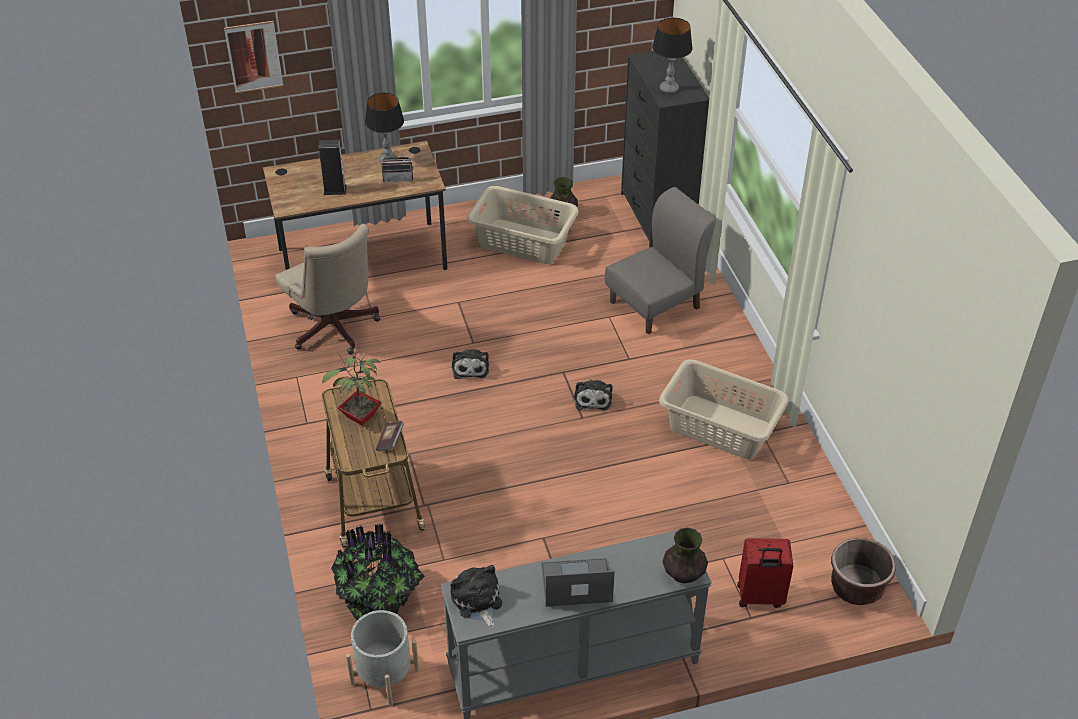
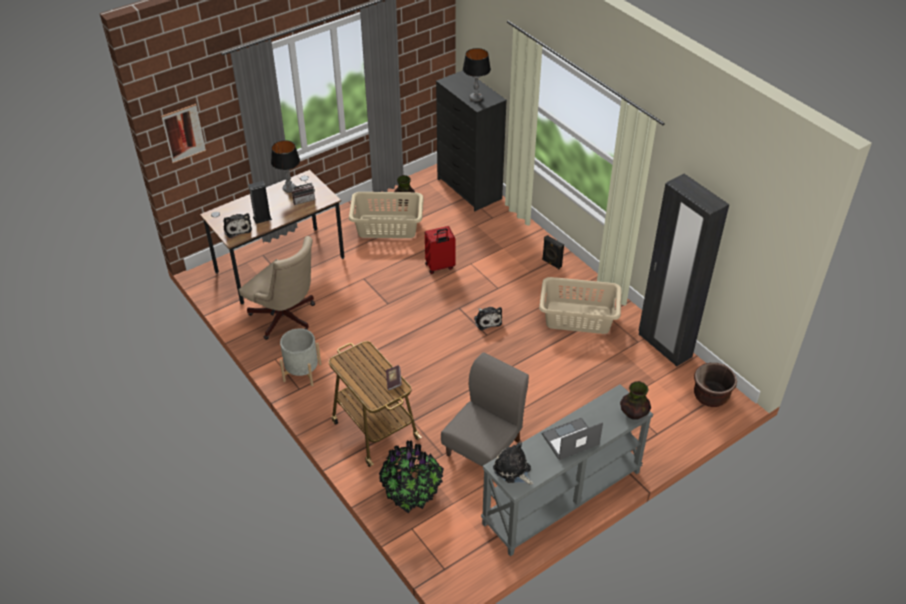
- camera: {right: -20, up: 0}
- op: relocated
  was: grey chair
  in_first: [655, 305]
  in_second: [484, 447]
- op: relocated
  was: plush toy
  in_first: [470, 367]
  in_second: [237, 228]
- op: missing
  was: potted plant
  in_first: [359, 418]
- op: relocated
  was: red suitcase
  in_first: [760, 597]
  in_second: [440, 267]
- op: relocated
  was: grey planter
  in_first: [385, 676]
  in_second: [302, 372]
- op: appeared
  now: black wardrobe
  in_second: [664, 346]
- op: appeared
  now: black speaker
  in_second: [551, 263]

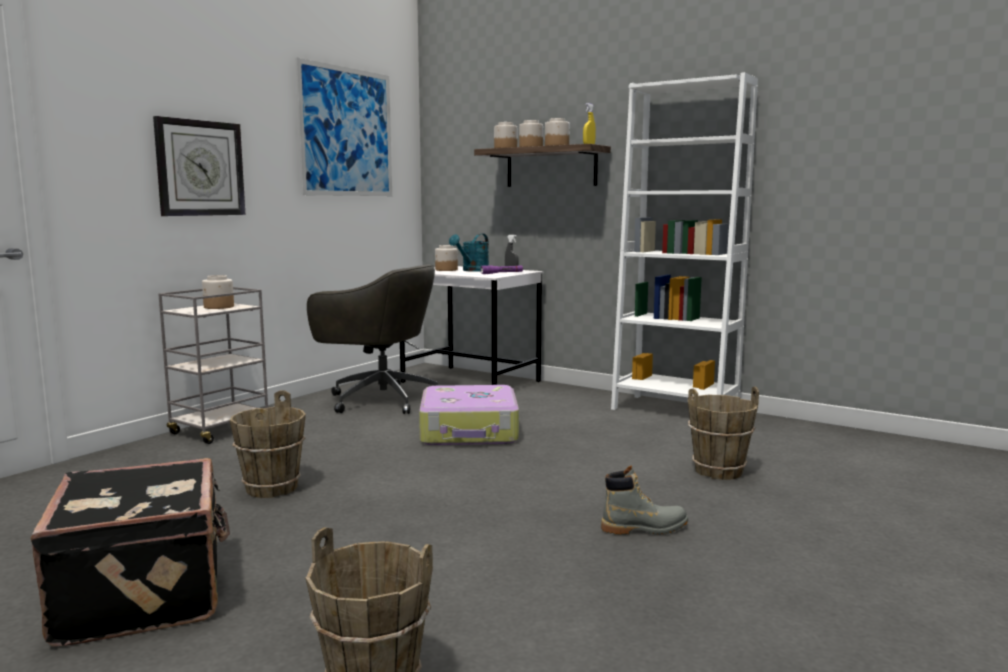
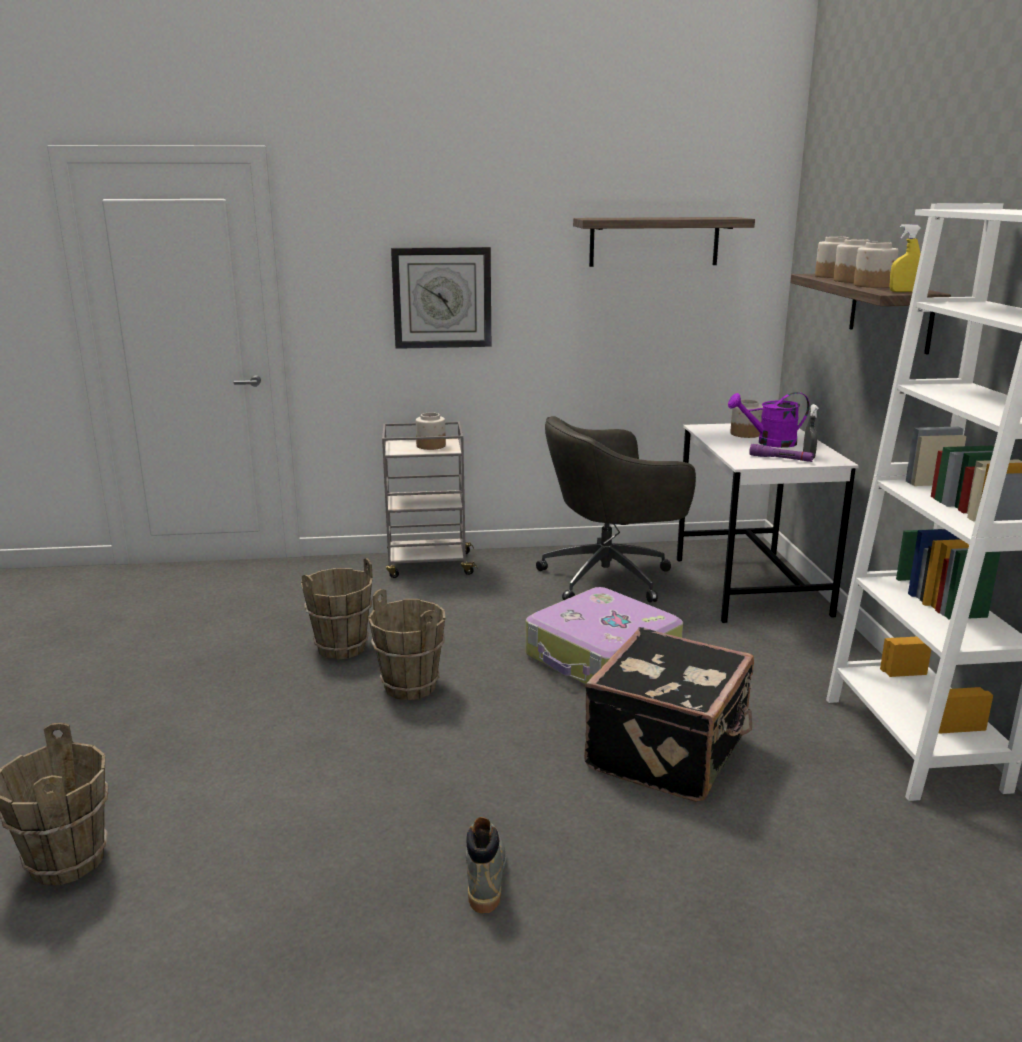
- camera: {right: 50, up: 10}
- op: exchanged
  was: picture
  now: shelf
  in_first: [346, 132]
  in_second: [654, 241]
- op: colour
  was: turquoise watering can
  now: purple watering can
  in_first: [472, 270]
  in_second: [769, 443]
- op: spun
  was: grey office chair
  in_first: [380, 400]
  in_second: [610, 578]
  clockwise: 90
- op: relocated
  was: brown bucket
  in_first: [718, 471]
  in_second: [410, 686]
- op: relocated
  was: black suitcase
  in_first: [146, 594]
  in_second: [670, 752]
- op: spun
  was: grey boot
  in_first: [644, 528]
  in_second: [485, 873]
  clockwise: -135

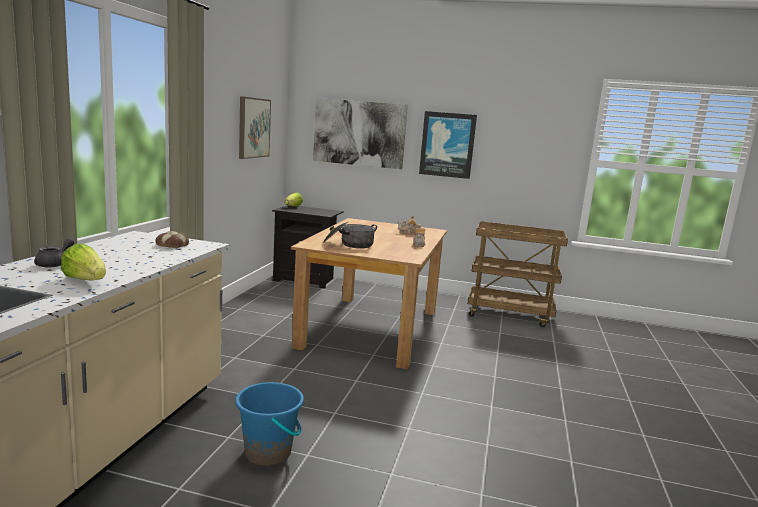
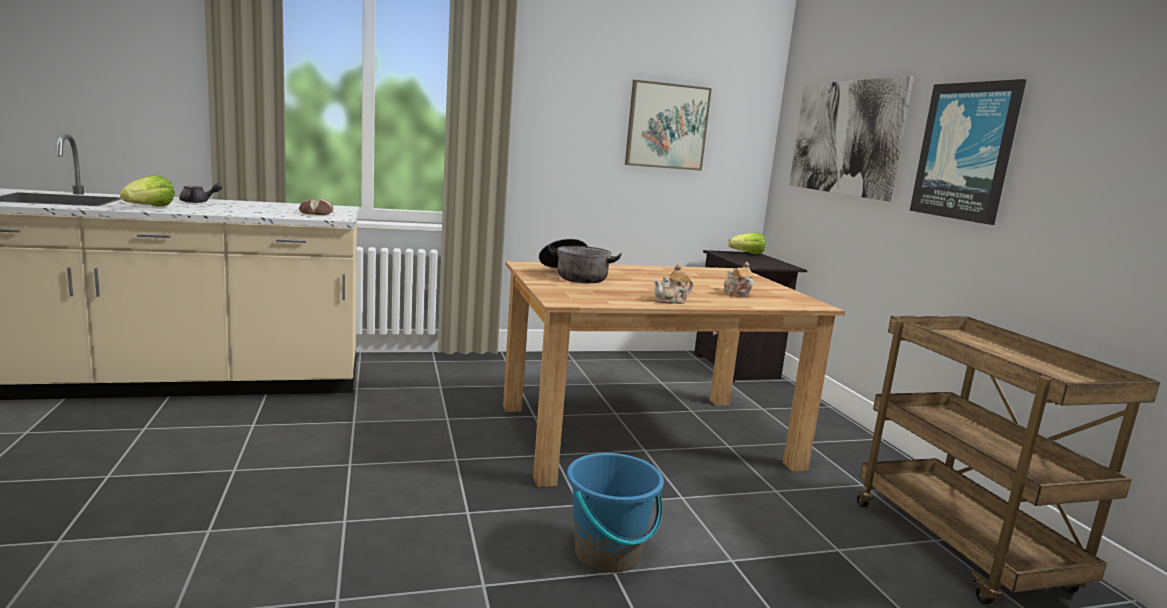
- camera: {right: 60, up: 0}
- op: relocated
  was: blue bucket
  in_first: [268, 452]
  in_second: [607, 554]

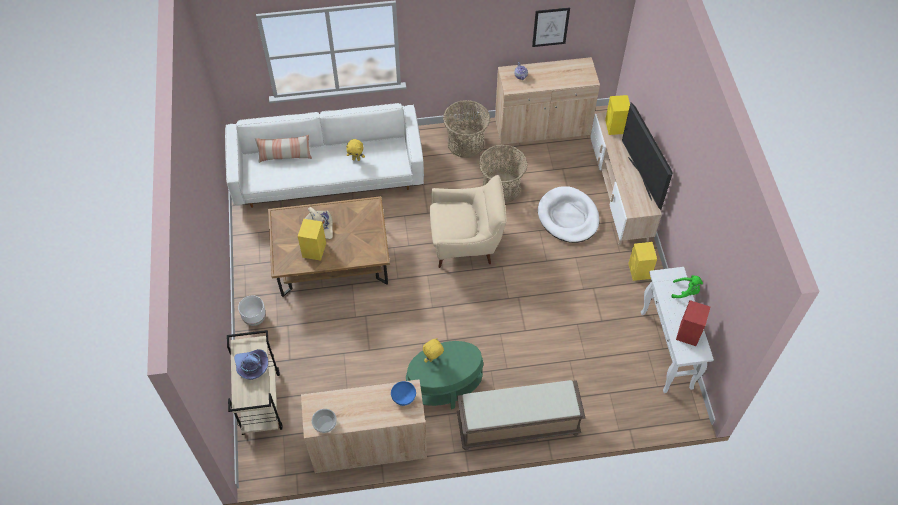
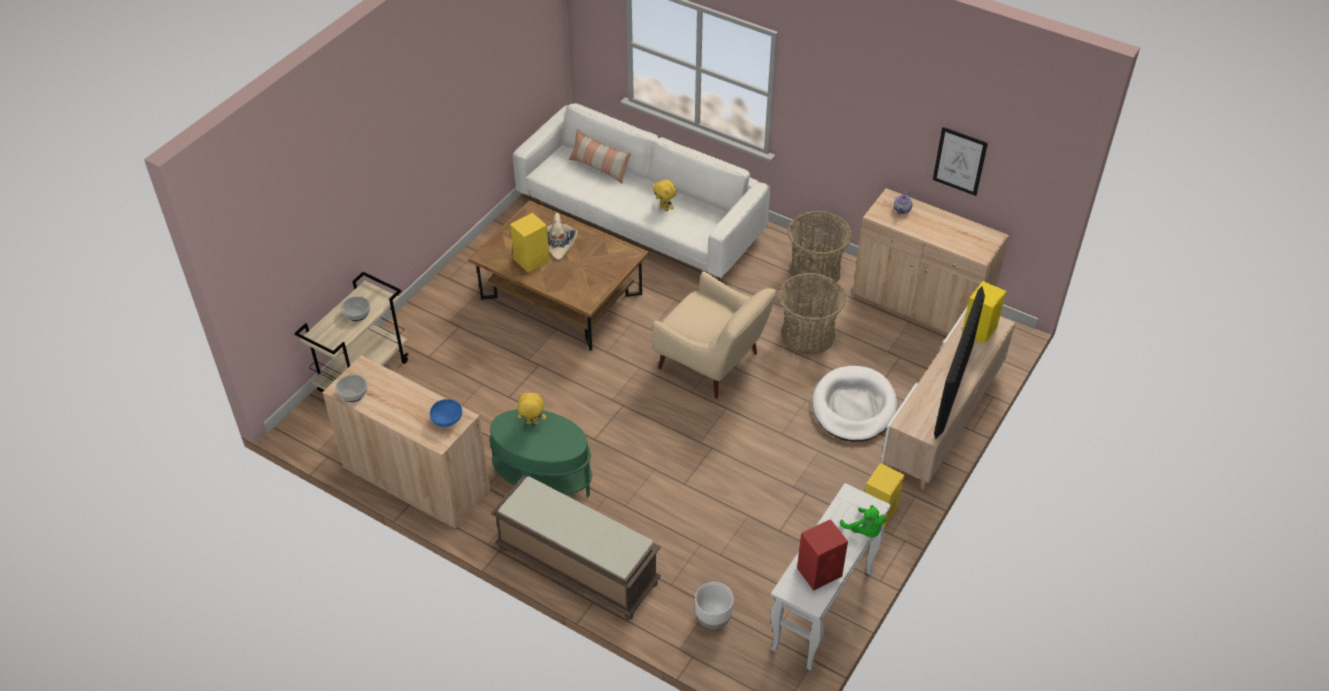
- camera: {right: 40, up: -10}
- op: relocated
  was: white planter
  in_first: [255, 318]
  in_second: [713, 619]
- op: exchanged
  was: purple hat
  now: bowl
  in_first: [251, 366]
  in_second: [357, 313]

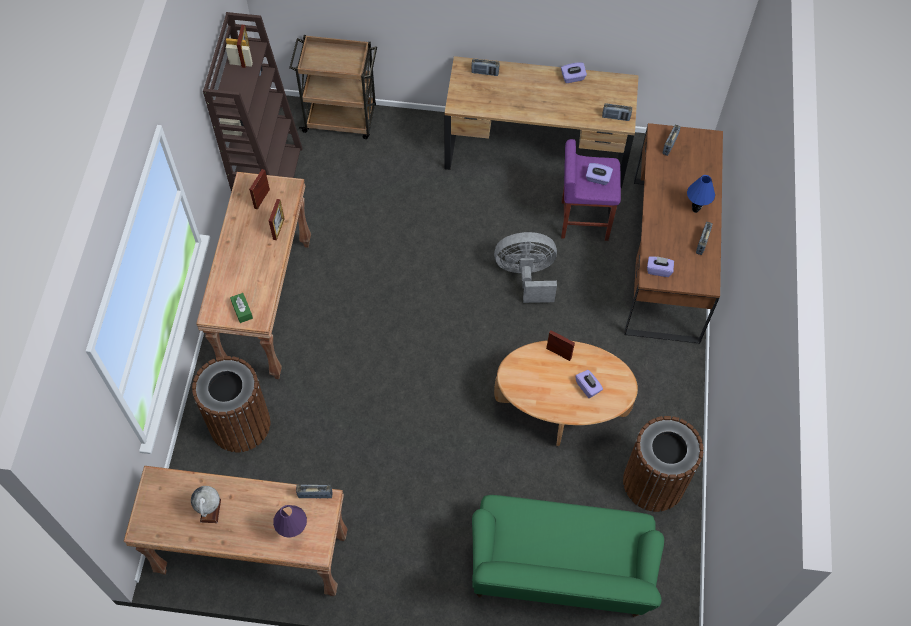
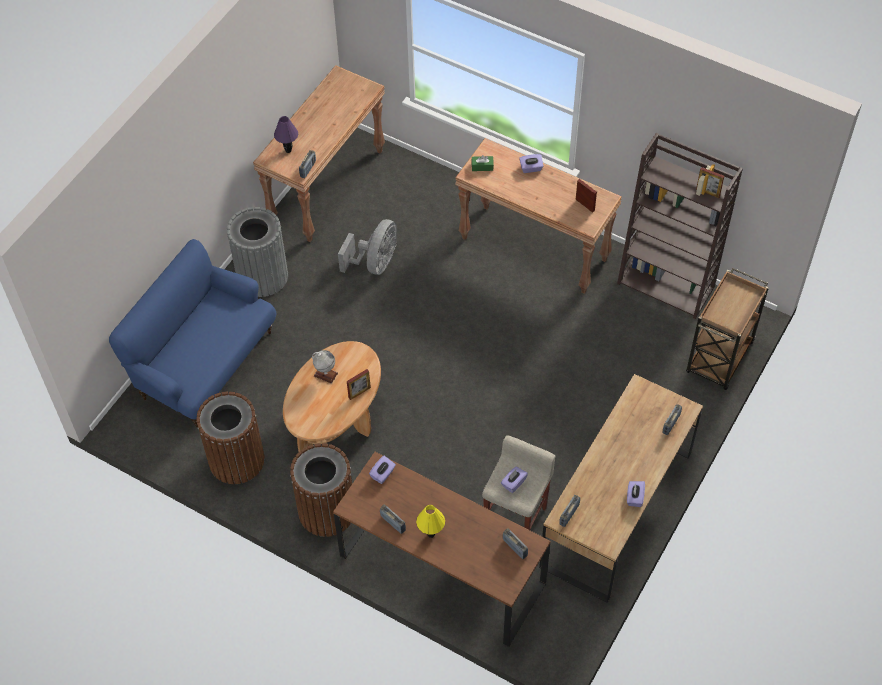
- camera: {right: 115, up: -5}
- op: colour
  was: purple stool
  now: beige stool
  in_first: [583, 220]
  in_second: [516, 517]
- op: colour
  was: blue table lamp
  now: yellow table lamp
  in_first: [695, 209]
  in_second: [431, 535]
- op: missing
  was: picture frame
  in_first: [278, 229]
- op: relocated
  was: grey fan
  in_first: [526, 276]
  in_second: [375, 263]
- op: relocated
  was: brown trash can
  in_first: [240, 424]
  in_second: [327, 511]
- op: relocated
  was: purple tissue box
  in_first: [588, 387]
  in_second: [531, 168]
- op: relocated
  was: globe
  in_first: [210, 510]
  in_second: [325, 374]
- op: colour
  was: green sofa
  now: blue sofa
  in_first: [559, 572]
  in_second: [205, 364]
- op: appeared
  now: grey trash can
  in_second: [262, 276]

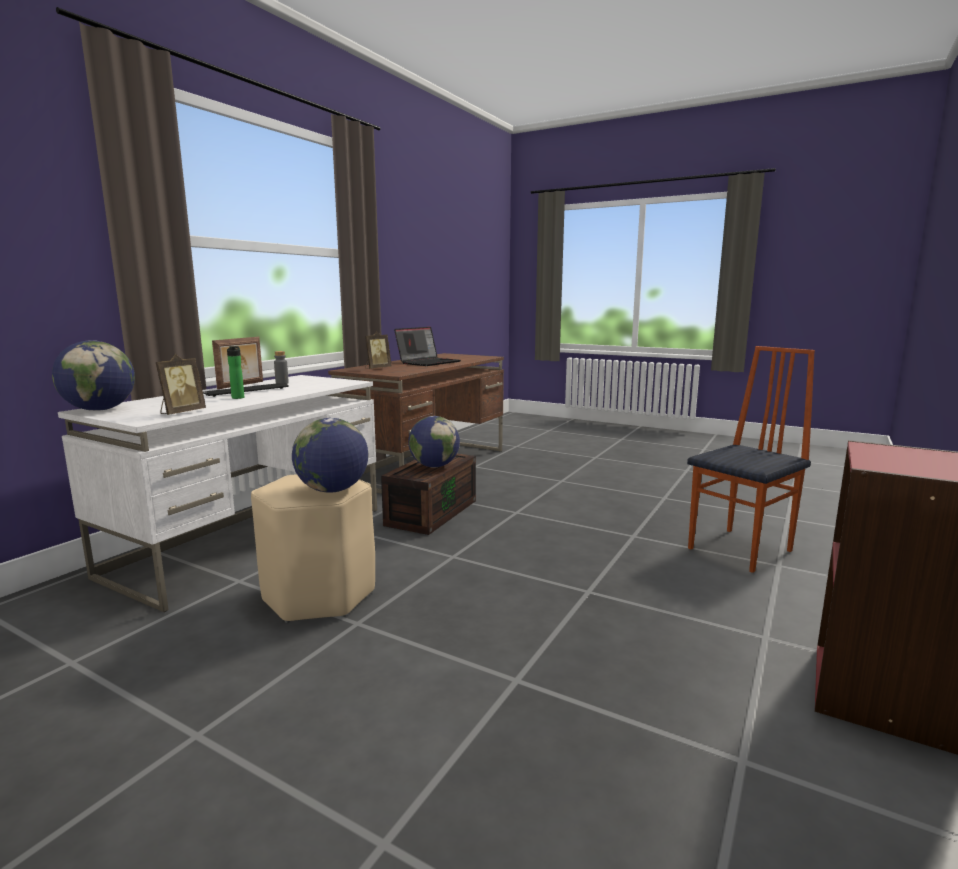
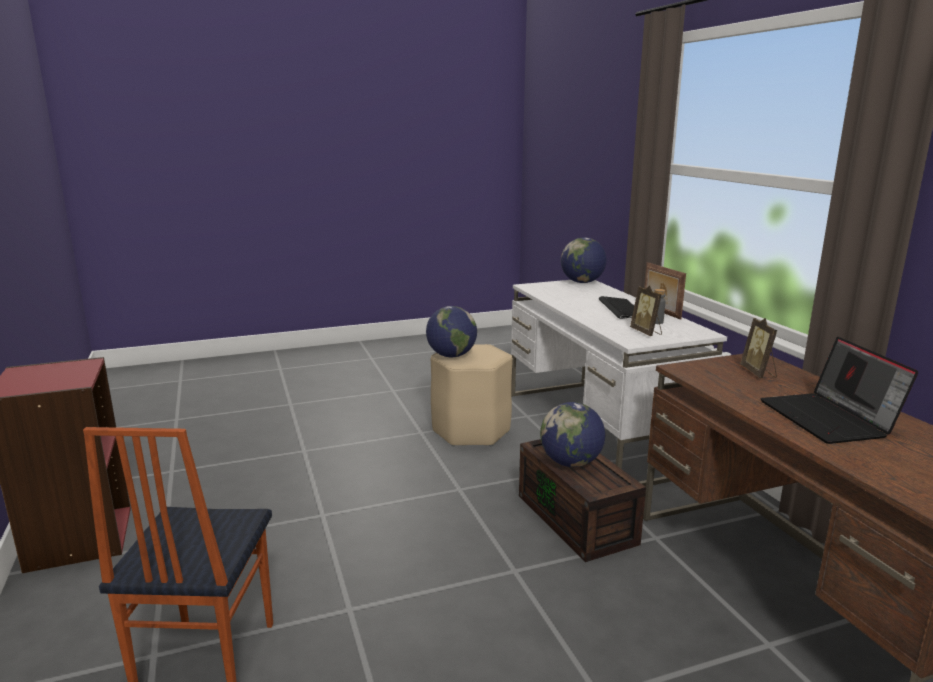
- camera: {right: 130, up: 5}
- op: missing
  was: bottle
  in_first: [238, 397]
- op: relocated
  was: picture frame
  in_first: [181, 412]
  in_second: [646, 332]

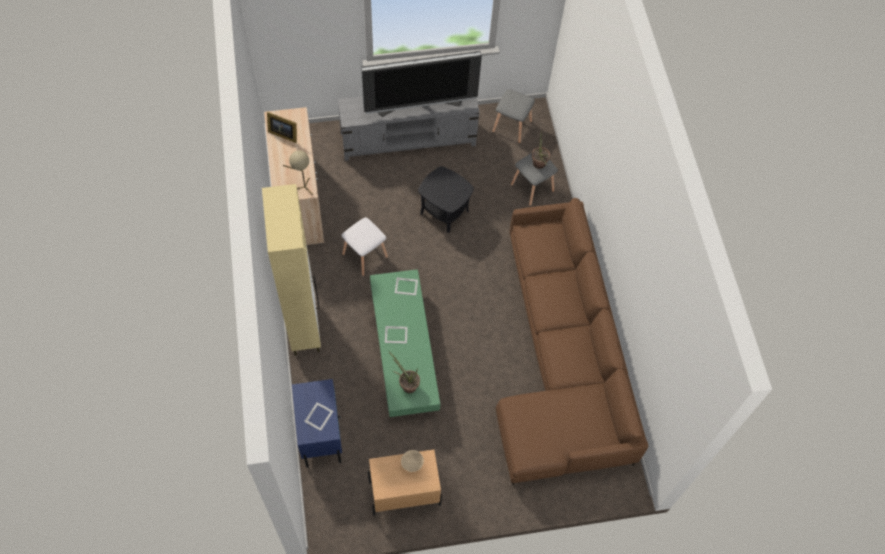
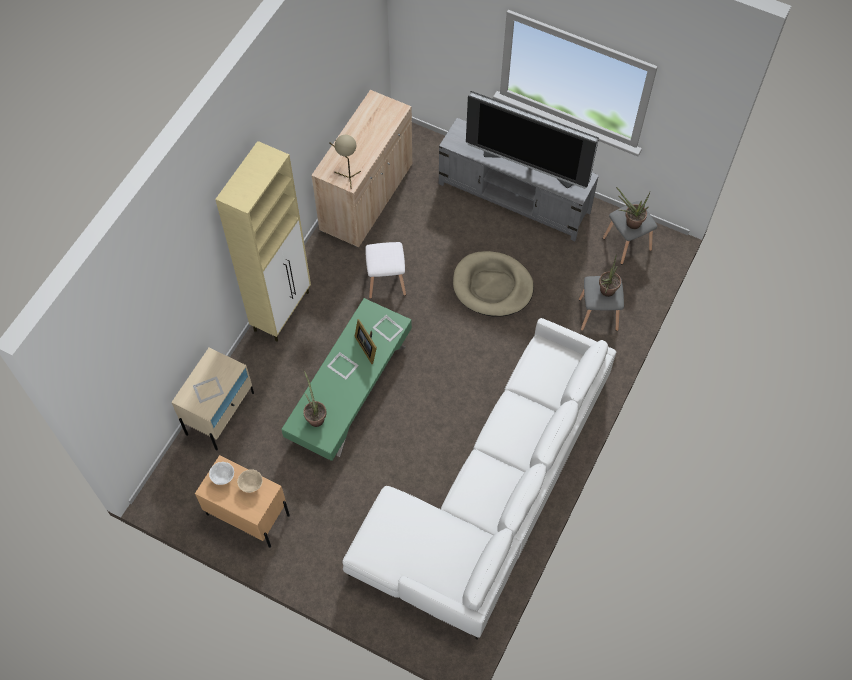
- camera: {right: 40, up: 0}
- op: relocated
  was: picture frame
  in_first: [283, 133]
  in_second: [367, 347]
- op: exchanged
  was: black side table
  now: beige dog bed
  in_first: [444, 212]
  in_second: [492, 286]
- op: colour
  was: brown sofa
  now: white sofa
  in_first: [561, 360]
  in_second: [489, 494]
- op: colour
  was: blue nightstand
  now: beige nightstand
  in_first: [320, 433]
  in_second: [220, 413]
- op: appeared
  now: potted plant
  in_second: [630, 222]
- op: appeared
  now: white bowl
  in_second: [223, 477]

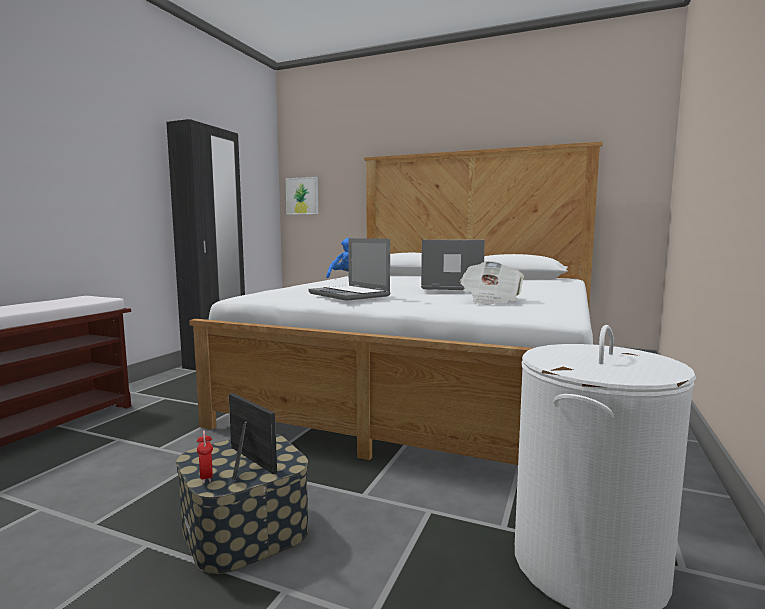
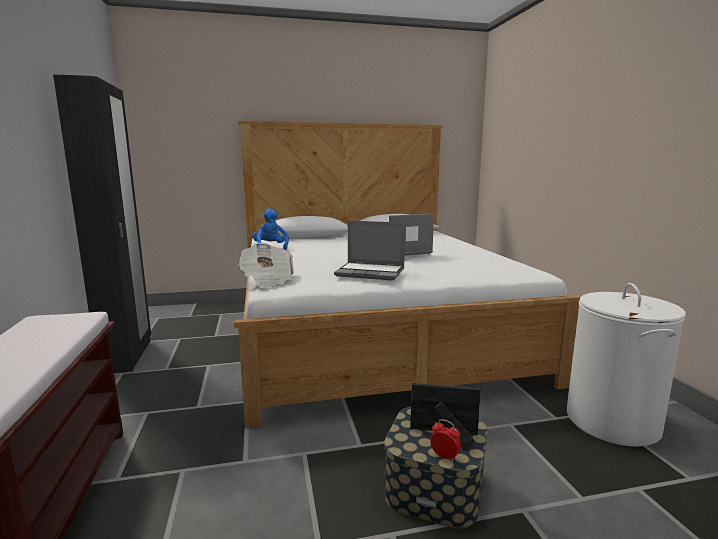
- camera: {right: -35, up: 5}
- op: missing
  was: picture
  in_first: [302, 196]
- op: relocated
  was: newspaper
  in_first: [490, 300]
  in_second: [267, 280]

